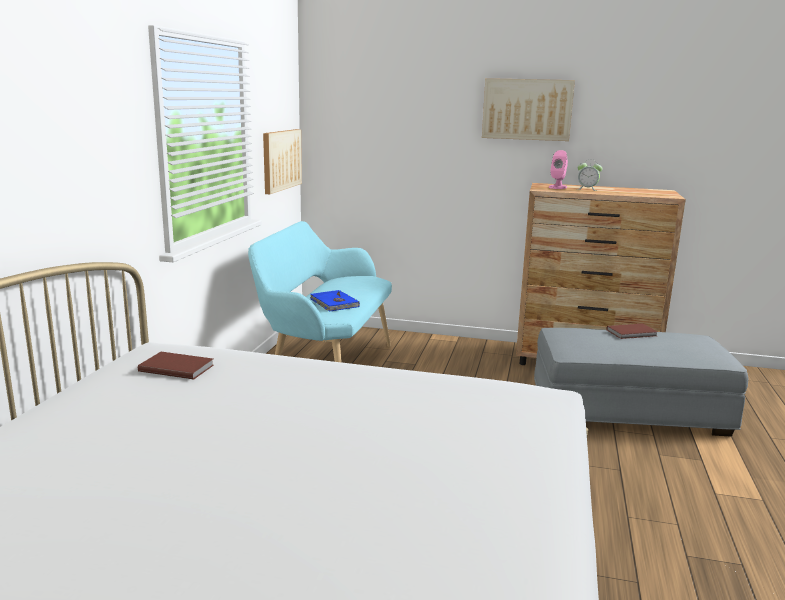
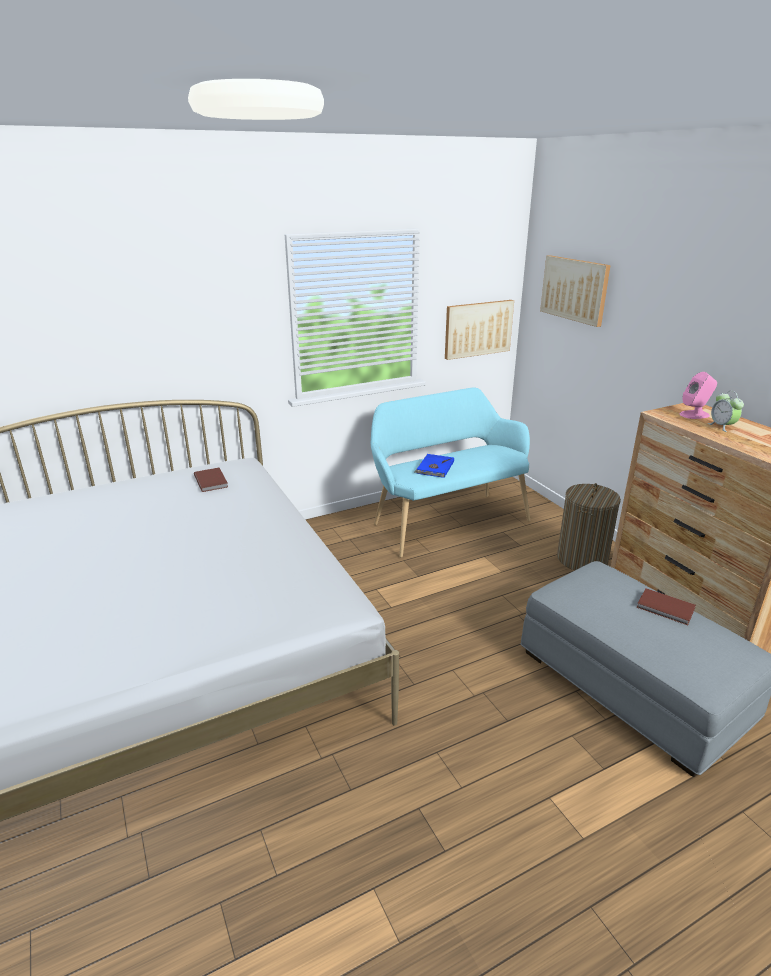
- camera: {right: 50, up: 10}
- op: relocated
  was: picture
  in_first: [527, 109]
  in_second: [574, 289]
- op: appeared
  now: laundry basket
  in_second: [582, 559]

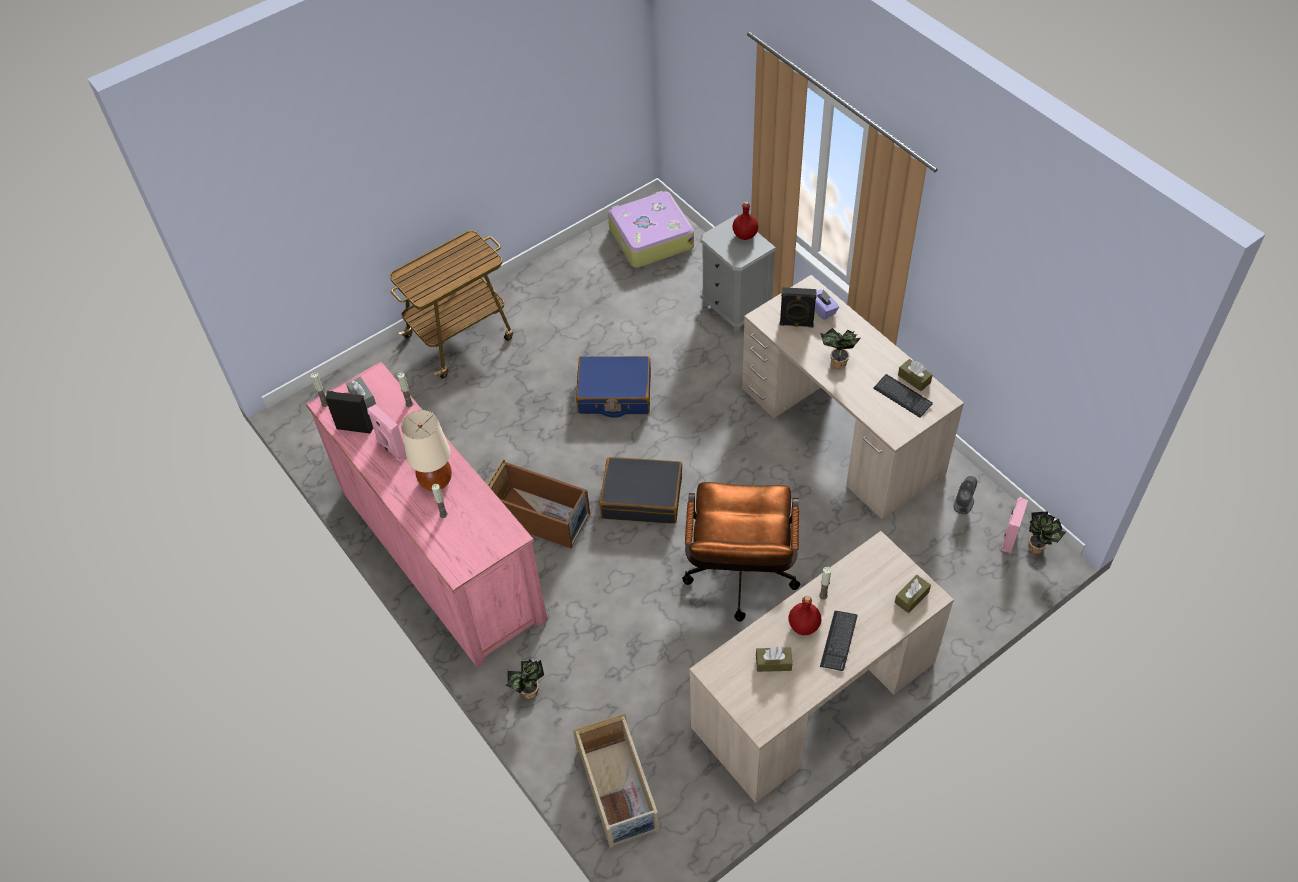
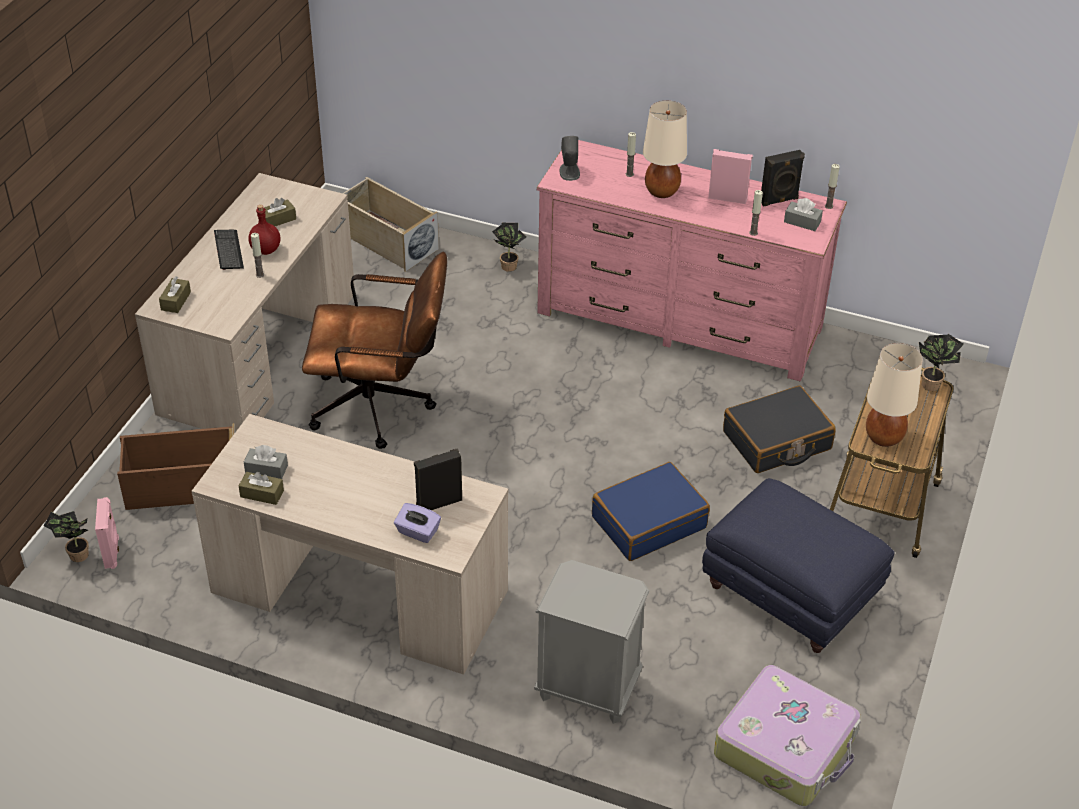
- camera: {right: 145, up: -10}
- op: missing
  was: red bottle
  in_first: [745, 235]
- op: relocated
  was: potted plant
  in_first: [836, 363]
  in_second: [932, 383]
- op: exchanged
  was: keyboard
  now: grey tissue box
  in_first: [902, 397]
  in_second: [266, 469]
- op: relocated
  was: black suitcase
  in_first: [642, 497]
  in_second: [777, 441]
- op: relocated
  was: brown storage box
  in_first: [539, 516]
  in_second: [182, 486]
- op: relocated
  was: grey speaker
  in_first: [963, 503]
  in_second: [569, 172]
- op: spun
  was: brown office chair
  in_first: [740, 580]
  in_second: [382, 407]
  clockwise: 120
- op: appeared
  now: beige table lamp
  in_second: [884, 437]
- op: appeared
  now: blue ottoman
  in_second: [792, 595]

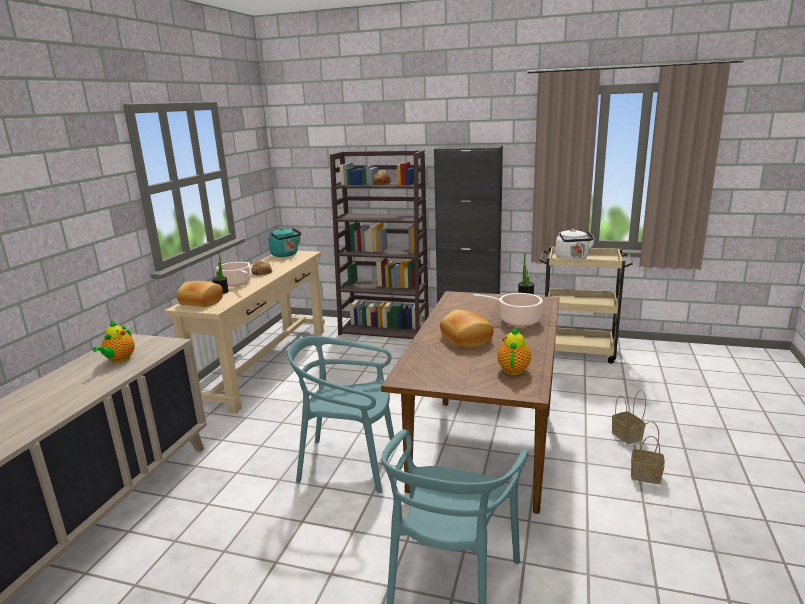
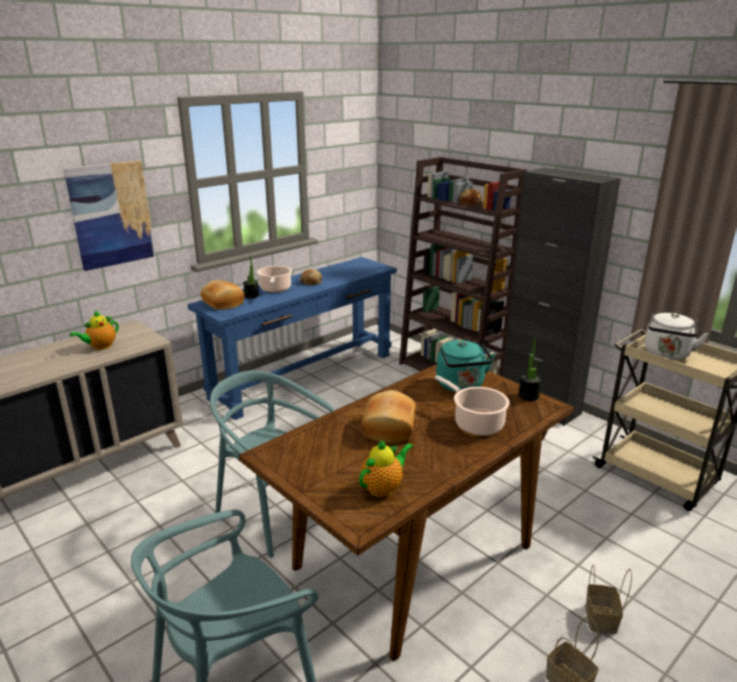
- camera: {right: 30, up: 5}
- op: relocated
  was: turquoise kettle
  in_first: [286, 255]
  in_second: [461, 386]
- op: colour
  was: beige console table
  now: blue console table
  in_first: [265, 364]
  in_second: [304, 376]
- op: appeared
  now: picture
  in_second: [111, 215]

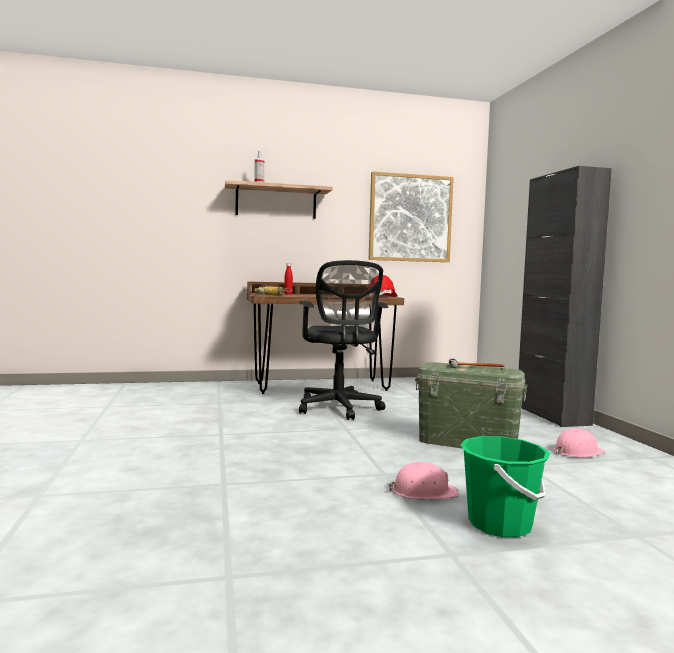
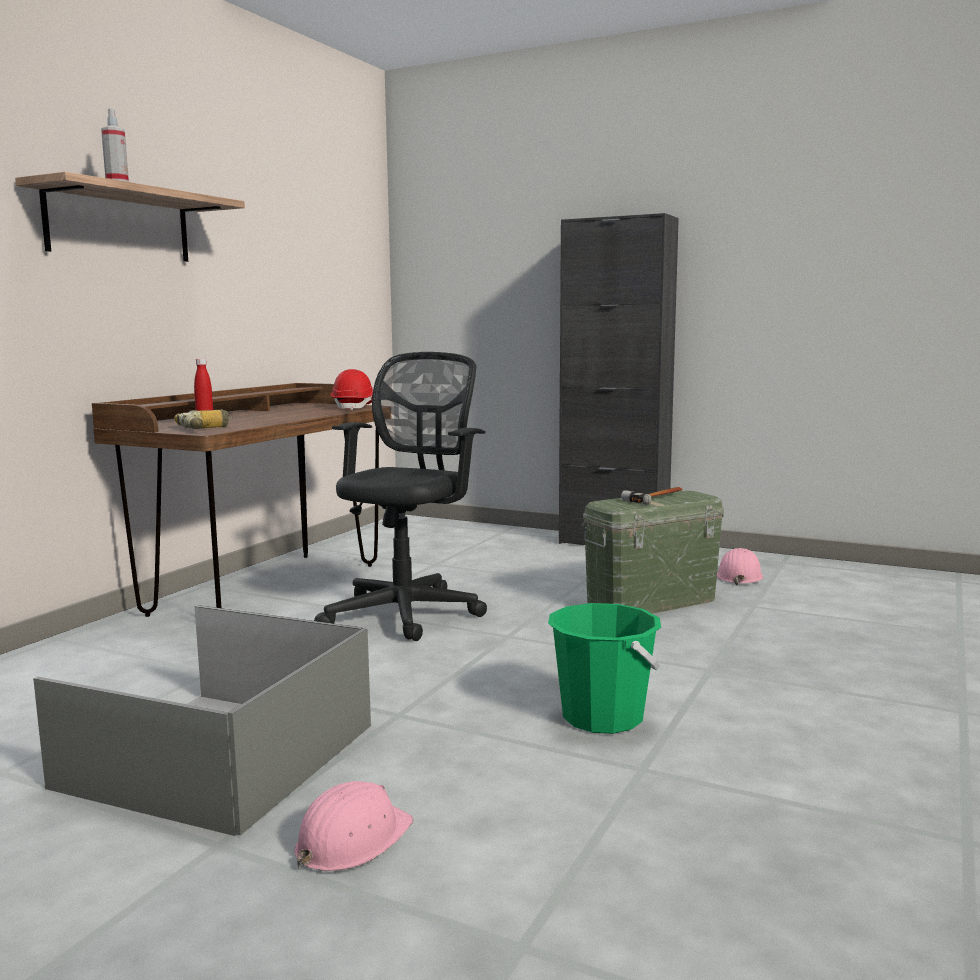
- camera: {right: -50, up: 5}
- op: missing
  was: picture
  in_first: [410, 218]
- op: spun
  was: black office chair
  in_first: [339, 408]
  in_second: [407, 612]
  clockwise: -90
- op: relocated
  was: green bucket
  in_first: [500, 524]
  in_second: [603, 717]
- op: relocated
  was: pink hard hat
  in_first: [423, 492]
  in_second: [352, 840]
- op: appeared
  now: grey storage box
  in_second: [221, 754]

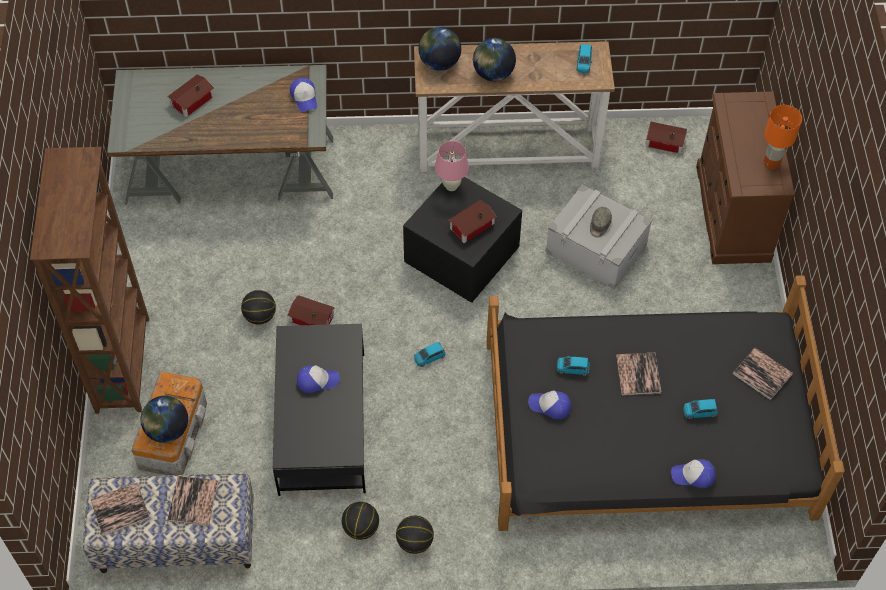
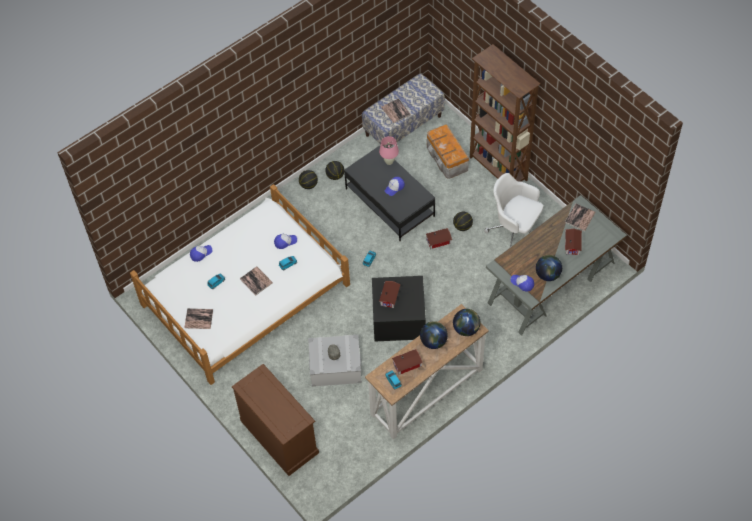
- camera: {right: 145, up: 0}
- op: missing
  was: orange table lamp
  in_first: [771, 163]
- op: relocated
  was: toy house
  in_first: [664, 141]
  in_second: [408, 365]
- op: relocated
  was: pink table lamp
  in_first: [451, 186]
  in_second: [389, 162]
- op: colour
  was: black bed
  now: white bed
  in_first: [645, 428]
  in_second: [245, 294]
- op: relocated
  was: globe
  in_first: [167, 430]
  in_second: [548, 274]
- op: relocated
  was: book
  in_first: [120, 509]
  in_second: [580, 217]
- op: appeared
  now: white office chair
  in_second: [514, 230]

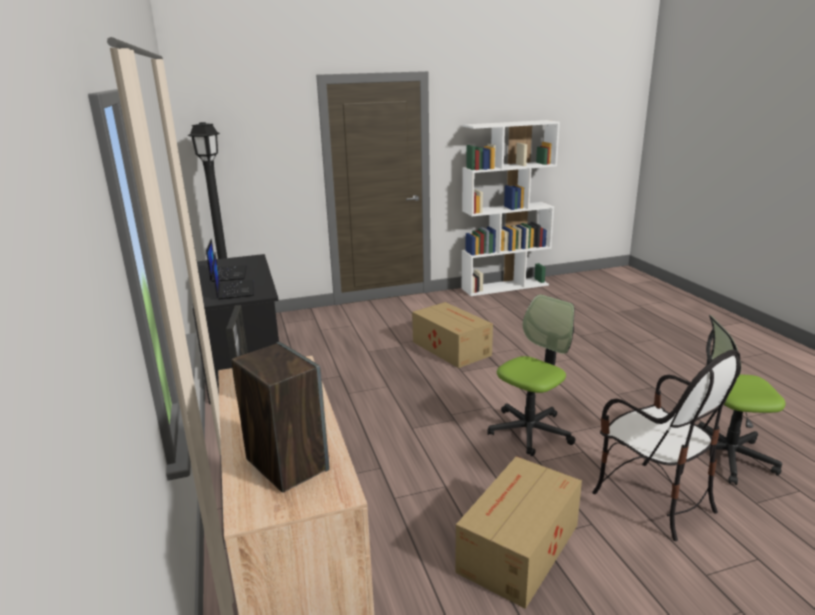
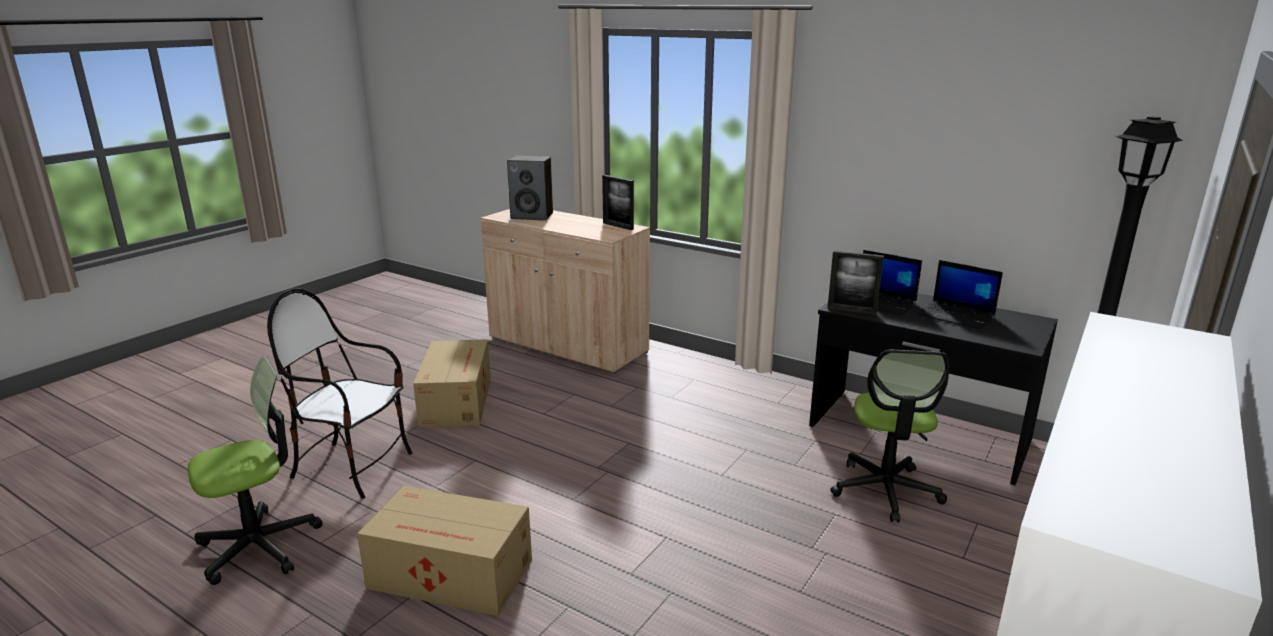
- camera: {right: 140, up: 0}
- op: relocated
  was: office chair
  in_first: [530, 431]
  in_second: [885, 490]
- op: relocated
  was: cardboard box
  in_first: [451, 348]
  in_second: [452, 575]
- op: appeared
  now: picture frame
  in_second: [852, 310]

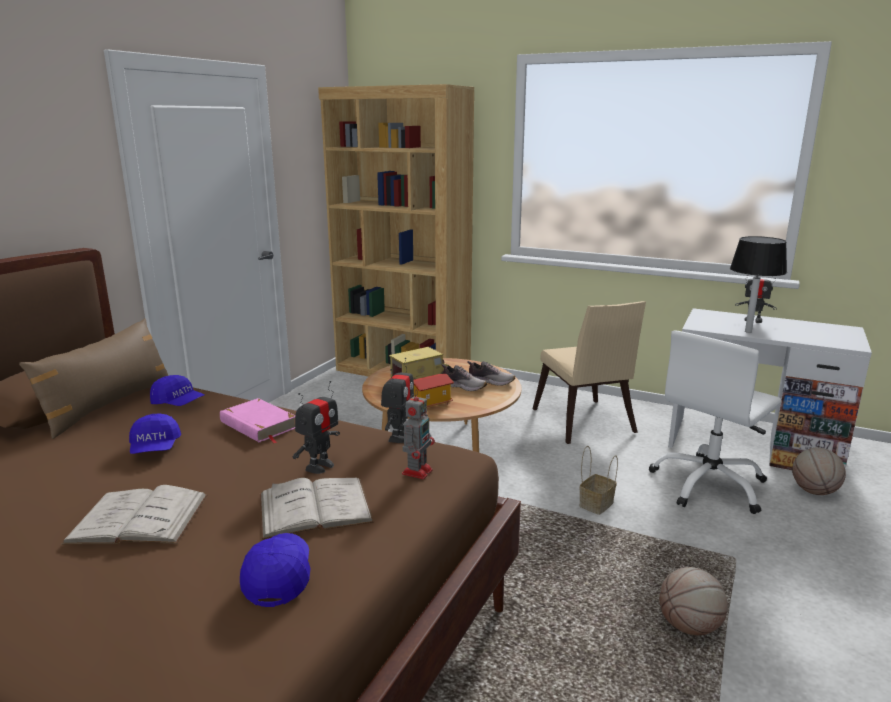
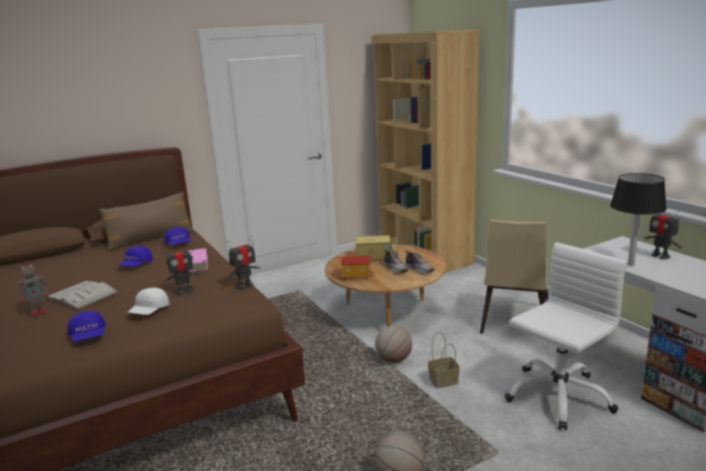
- camera: {right: 35, up: 0}
- op: spun
  was: white office chair
  in_first: [709, 485]
  in_second: [558, 396]
  clockwise: 150
- op: relocated
  was: toy robot
  in_first: [418, 471]
  in_second: [39, 311]
- op: relocated
  was: basketball
  in_first: [813, 491]
  in_second: [393, 360]
- op: exchanged
  was: white book
  now: white cap
  in_first: [315, 508]
  in_second: [149, 311]
- op: spun
  was: blue cap
  in_first: [278, 577]
  in_second: [88, 336]
  clockwise: 120

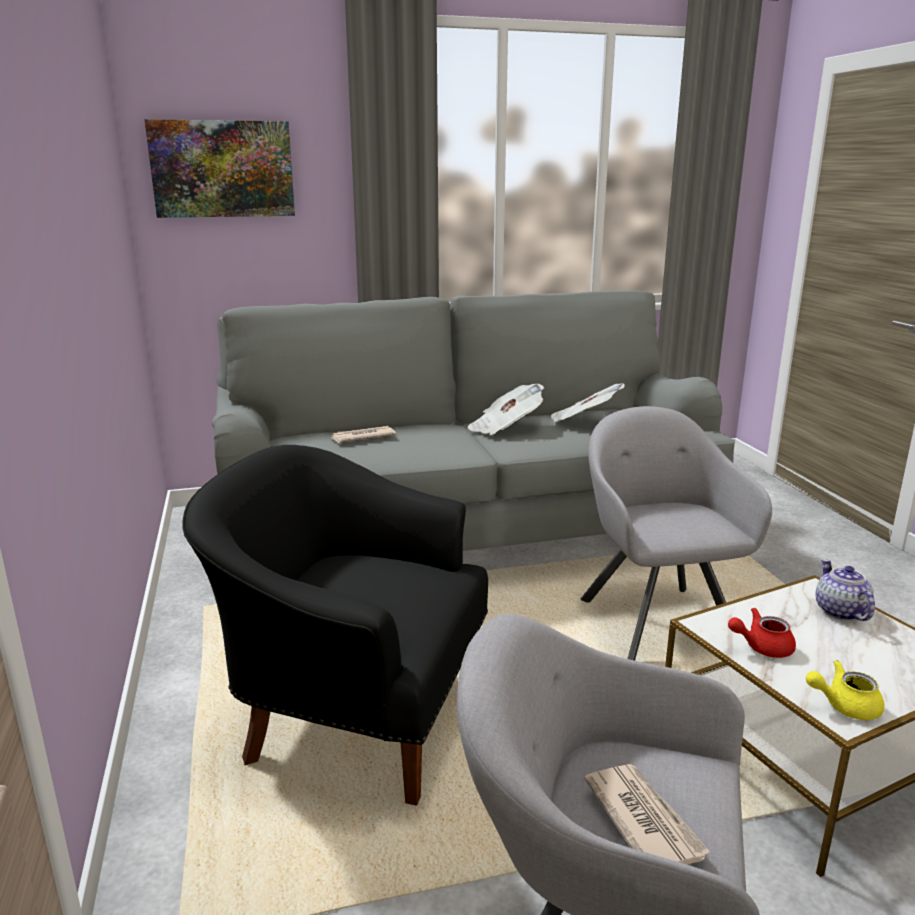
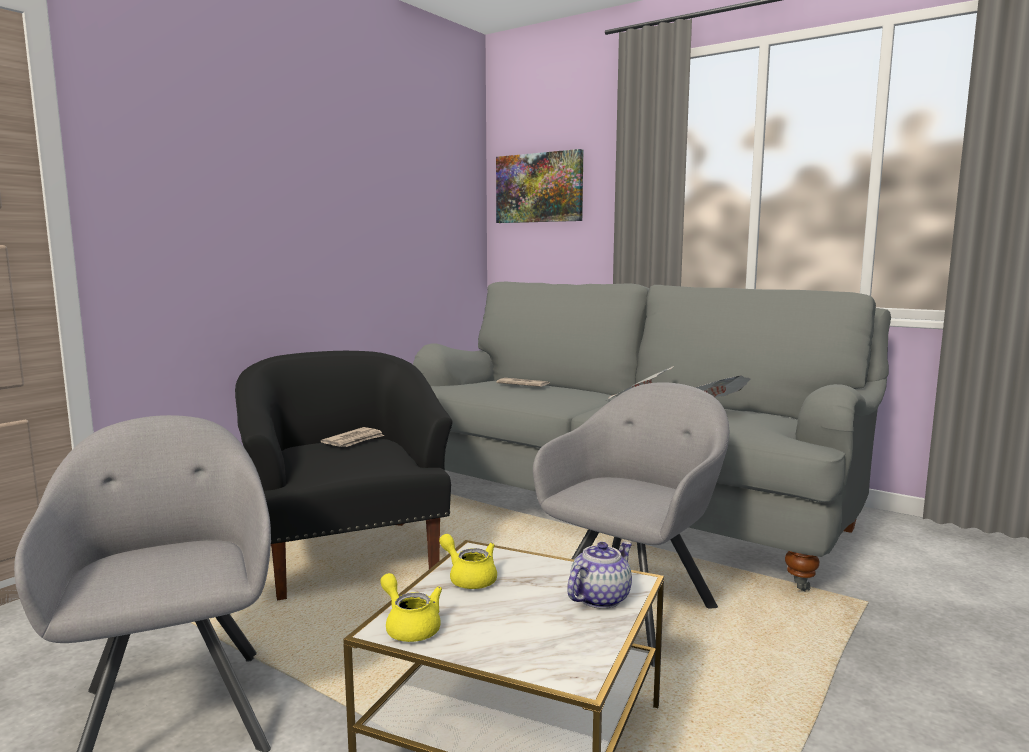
- camera: {right: 50, up: -10}
- op: colour
  was: red teapot
  now: yellow teapot
  in_first: [761, 647]
  in_second: [469, 578]
- op: relocated
  was: newspaper
  in_first: [643, 819]
  in_second: [354, 440]

